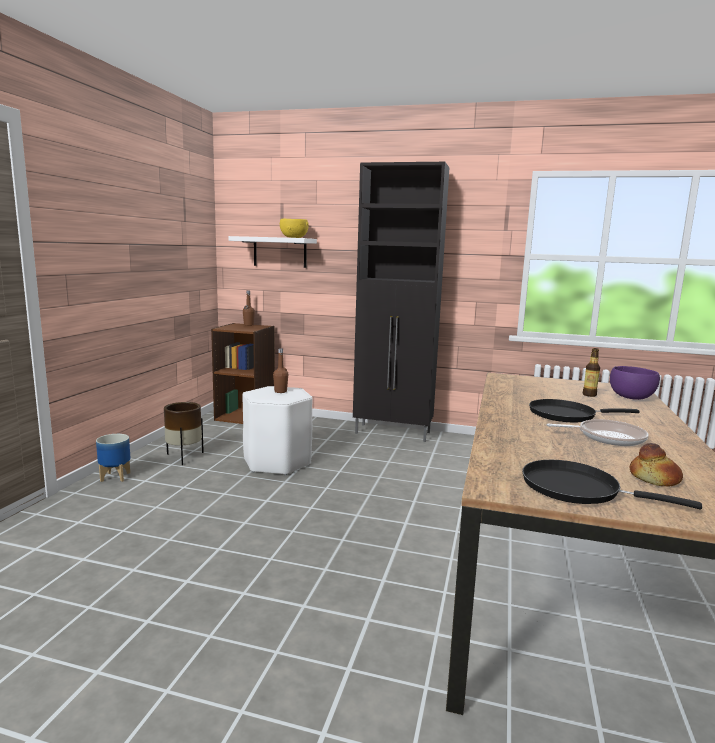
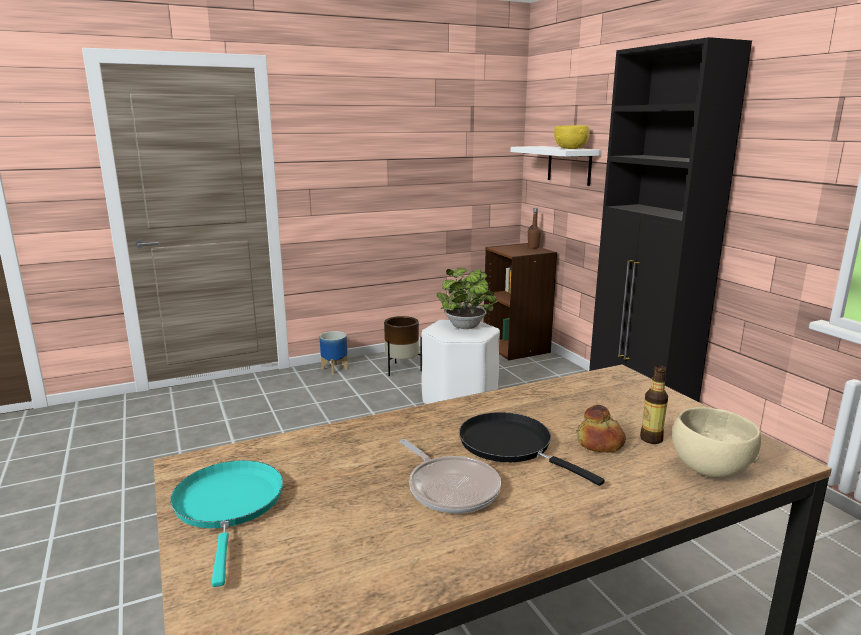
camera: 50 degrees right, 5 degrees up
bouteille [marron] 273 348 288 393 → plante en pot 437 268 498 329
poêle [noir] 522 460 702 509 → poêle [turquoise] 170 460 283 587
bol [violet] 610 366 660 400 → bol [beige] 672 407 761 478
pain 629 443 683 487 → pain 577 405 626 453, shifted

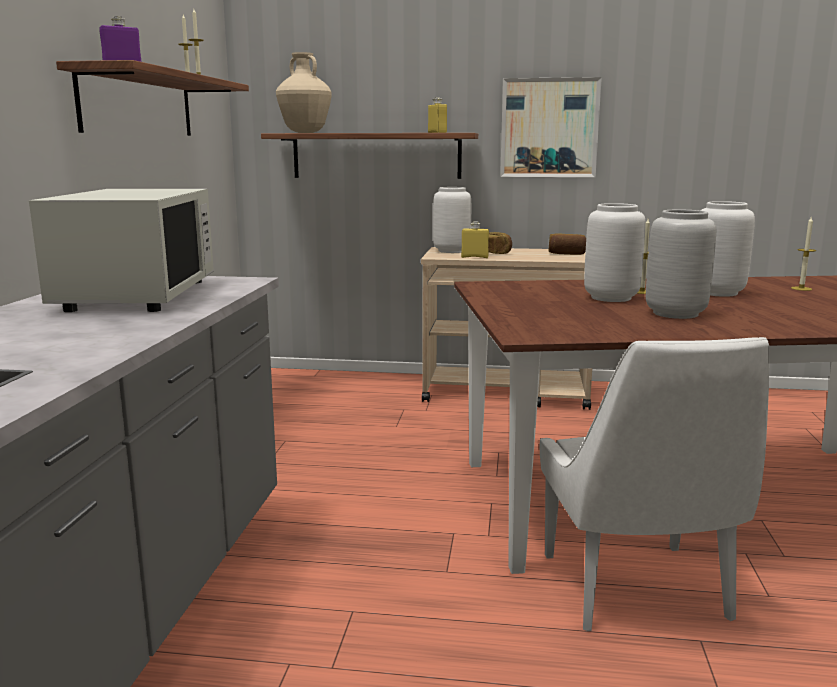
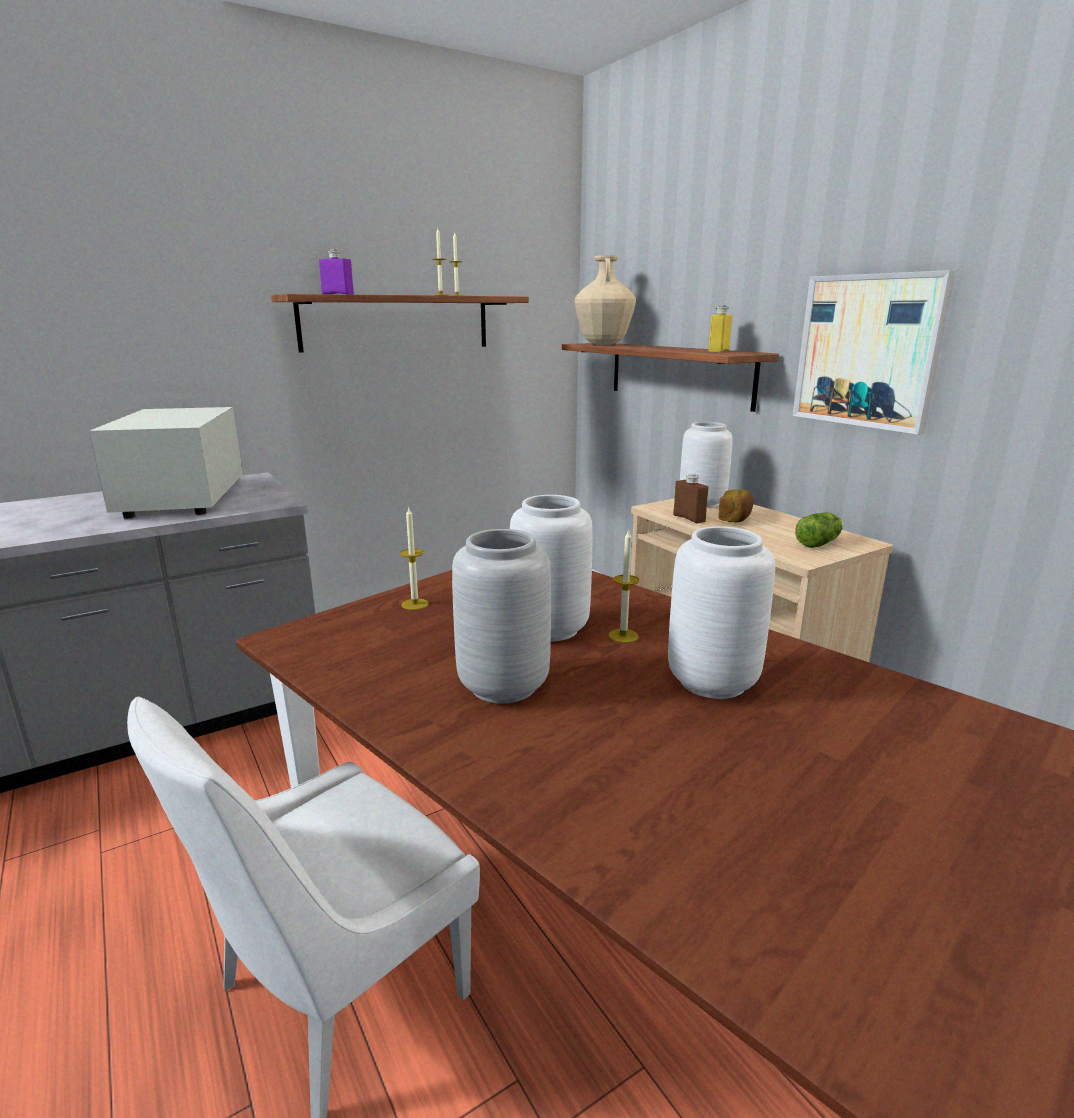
camera: 50 degrees right, 5 degrees up
micro-ondes [blanc] 29 189 214 312 → micro-ondes [blanc] 89 407 243 518, 120 degrees clockwise
bouteille [jaune] 461 221 489 258 → bouteille [marron] 673 473 708 523
pain 548 234 586 255 → laitue 795 513 843 548
bougie 791 216 816 291 → bougie 400 508 429 610, shifted

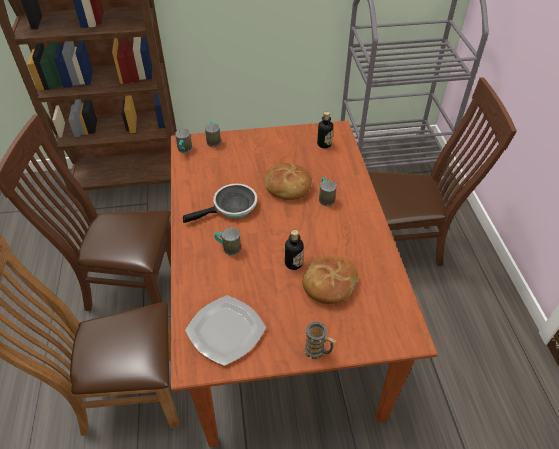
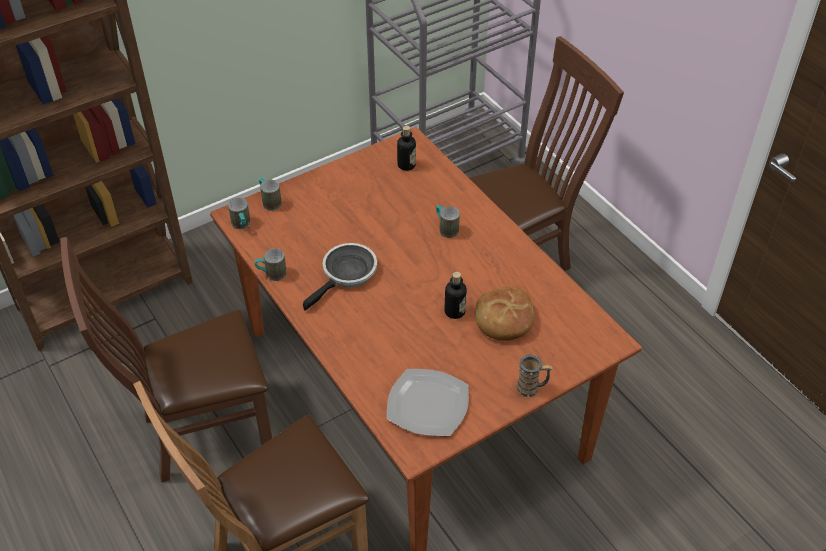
camera: 25 degrees left, 0 degrees up
mug 214 227 241 256 → mug 254 248 287 281, shifted
pain 265 163 312 200 → -

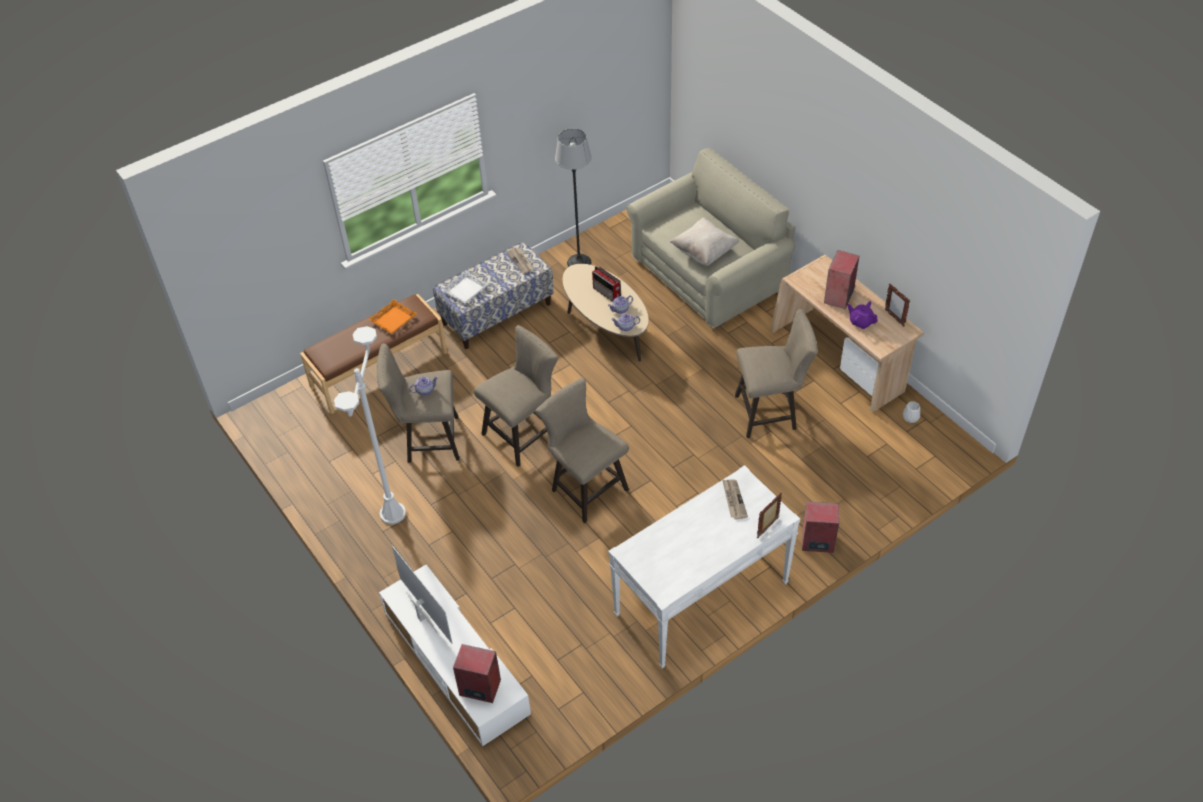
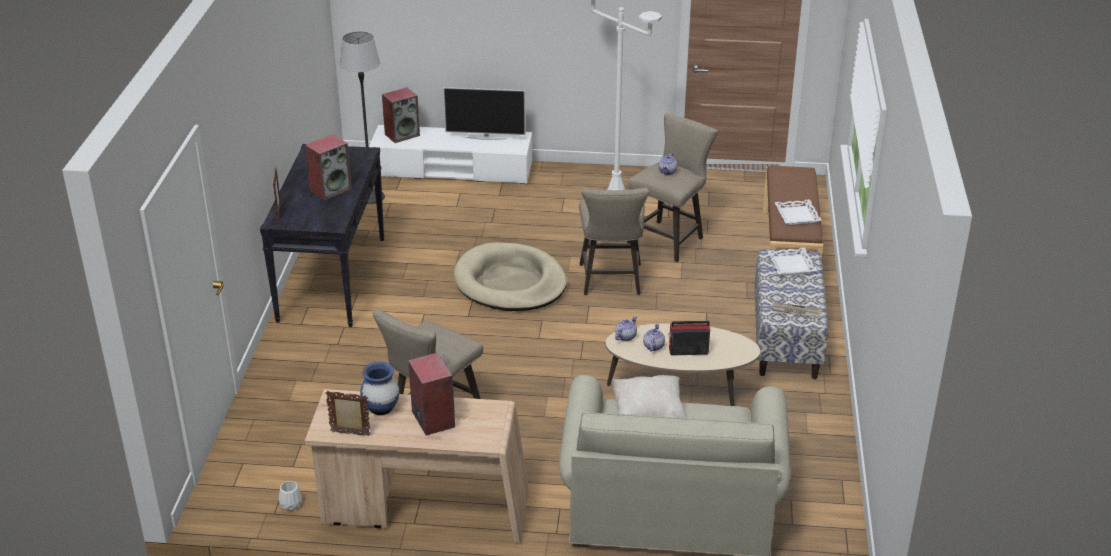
camera: 130 degrees right, 15 degrees down
plateau [orange] 369 299 417 334 → plateau [blanc] 774 199 822 225
tabouret [beige] 535 378 629 523 → panier pour chien [beige] 454 242 567 311
lampadaire 555 129 592 267 → lampadaire 340 31 385 204, shifted
table console [blanc] 608 465 800 668 → table console [noir] 260 144 385 327
journal 723 479 748 519 → -
enceinte 802 502 839 553 → enceinte 305 134 352 201, shifted
théière [violet] 847 302 878 329 → vase [bleu] 360 362 399 415

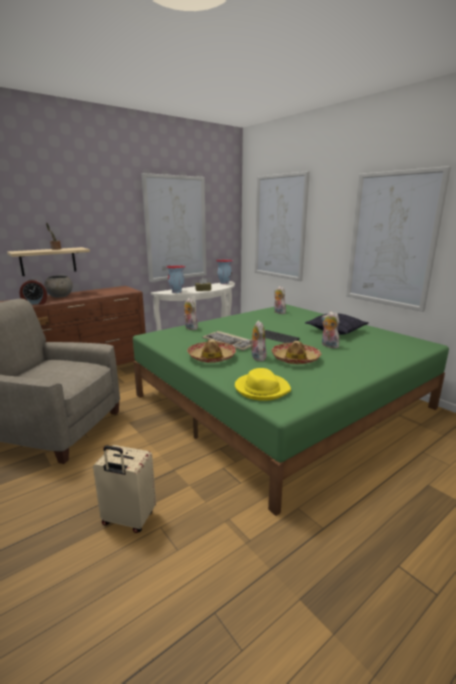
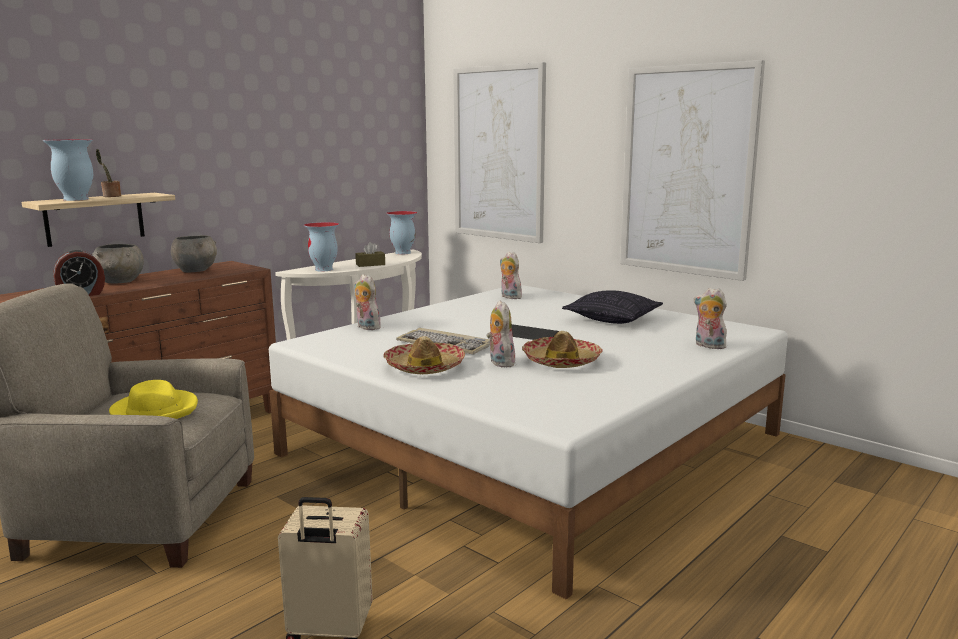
camera: 10 degrees left, 5 degrees down
lit [vert] 133 304 449 516 → lit [blanc] 269 285 788 599
tableau 141 173 206 282 → -
chapeau [jaune] 235 368 291 401 → chapeau [jaune] 109 380 198 419, shifted
peluche 321 311 339 349 → peluche 694 288 729 349, shifted
- → vase 42 139 93 201
- → bol [gris] 171 235 217 272

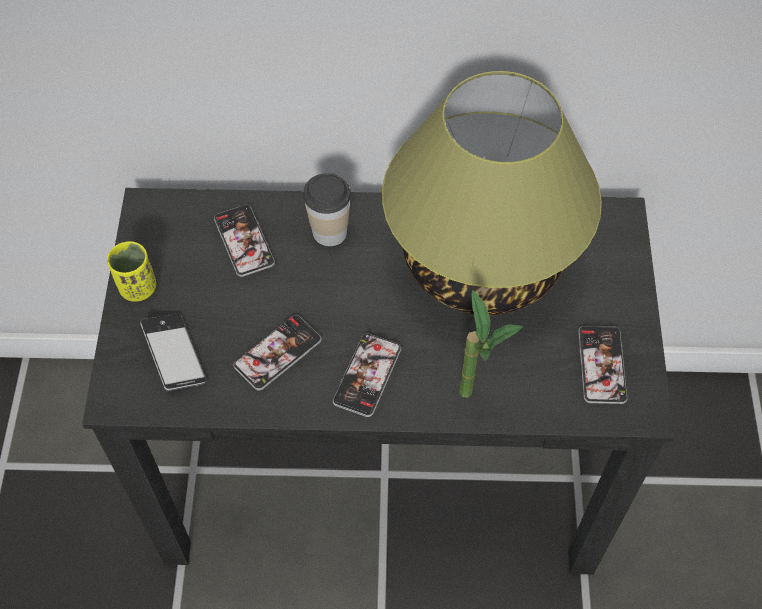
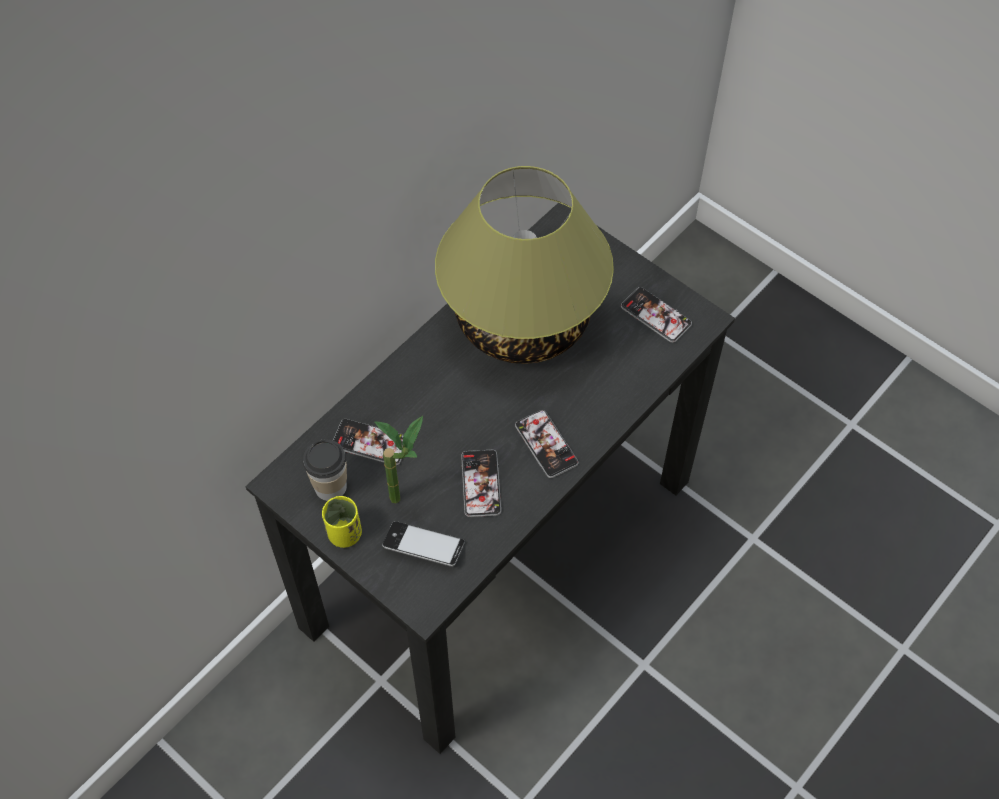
camera: 50 degrees left, 0 degrees up
tasse 303 173 351 246 → tasse 303 439 347 501, shifted
plante en pot 459 290 523 398 → plante en pot 374 416 423 504, shifted

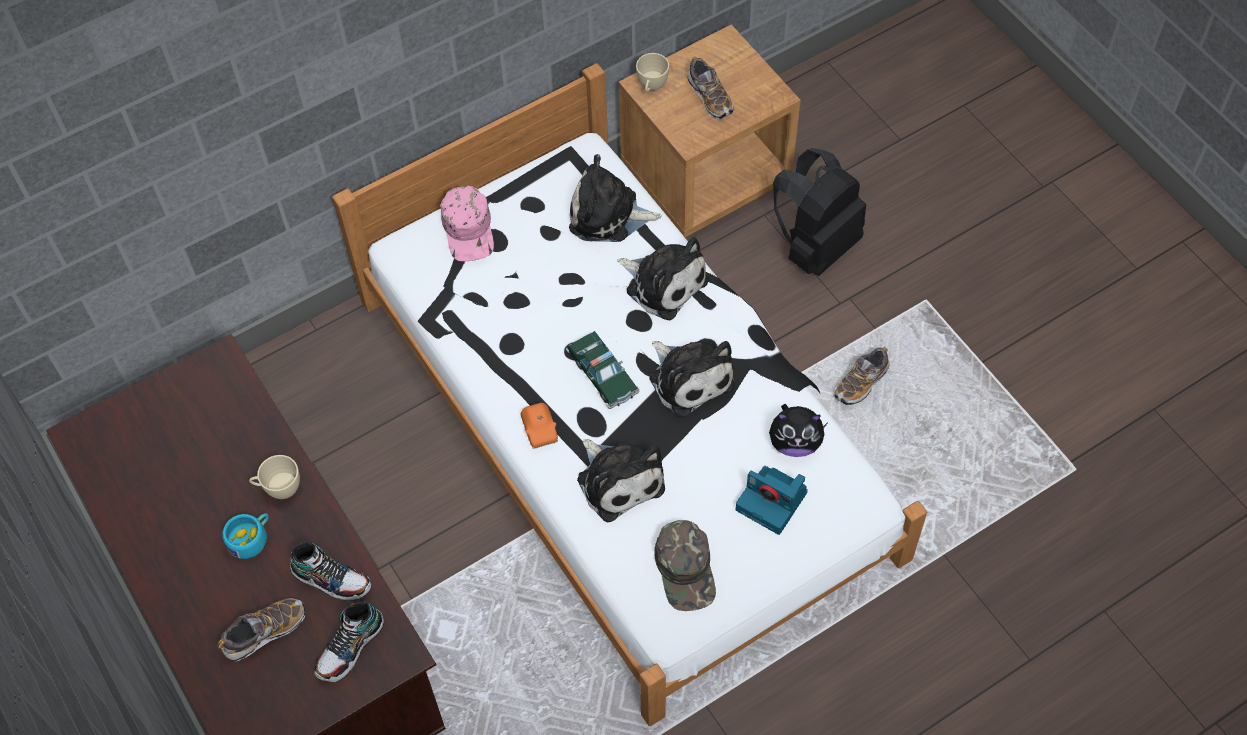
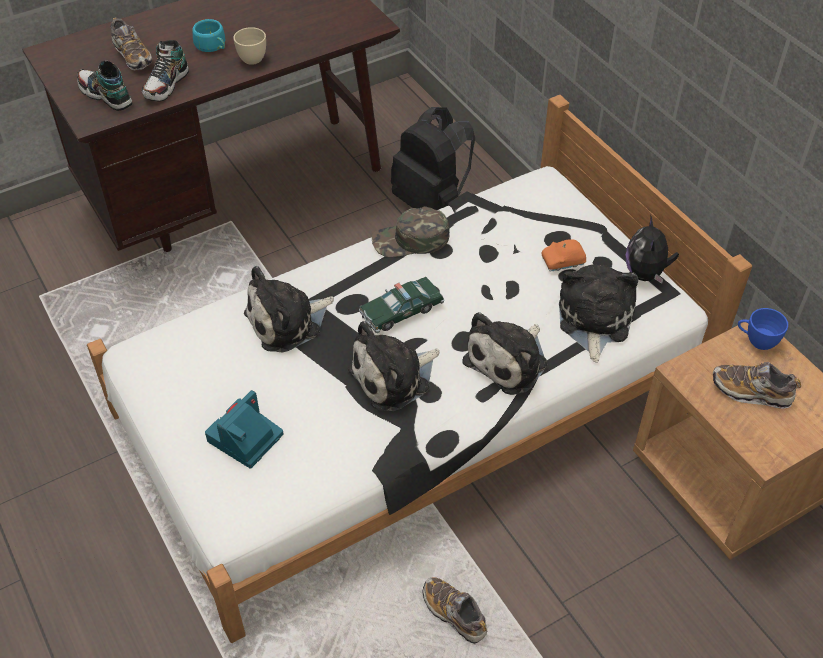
camera: 90 degrees right, 10 degrees down
casquette [rose] 440 186 494 261 → -
petite voiture [orange] 521 403 558 449 → petite voiture [orange] 541 239 586 272, shifted
tasse [beige] 636 53 669 93 → tasse [bleu] 738 308 788 350
casquette [vert] 654 520 716 611 → casquette [vert] 372 207 450 257, shifted
chaussure 687 57 734 119 → chaussure 713 362 801 409, 45 degrees clockwise
peluche 769 404 829 457 → peluche 626 215 679 284, shifted
sac à dos [noir] 773 148 866 276 → sac à dos [noir] 391 107 475 210, shifted

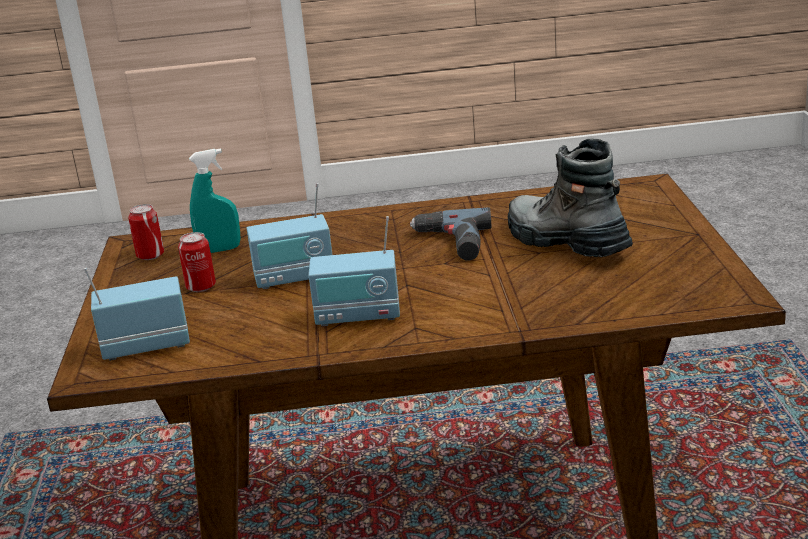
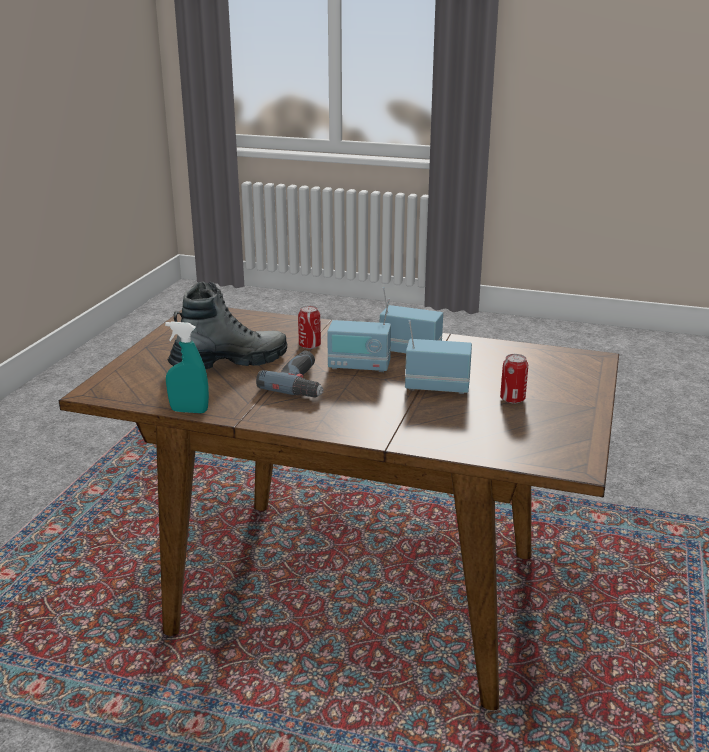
camera: 160 degrees left, 0 degrees up
radio 84 268 190 361 → radio 327 299 391 372, shifted
boîte métallique 128 204 164 260 → boîte métallique 298 305 321 349, shifted
vaporisateur [turquoise] 189 148 241 253 → vaporisateur [turquoise] 165 321 209 413, shifted
botte 508 139 633 257 → botte 167 282 287 369, 105 degrees counterclockwise

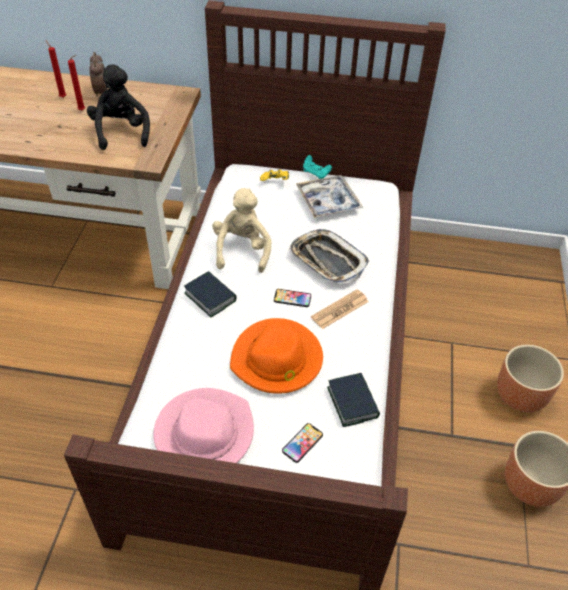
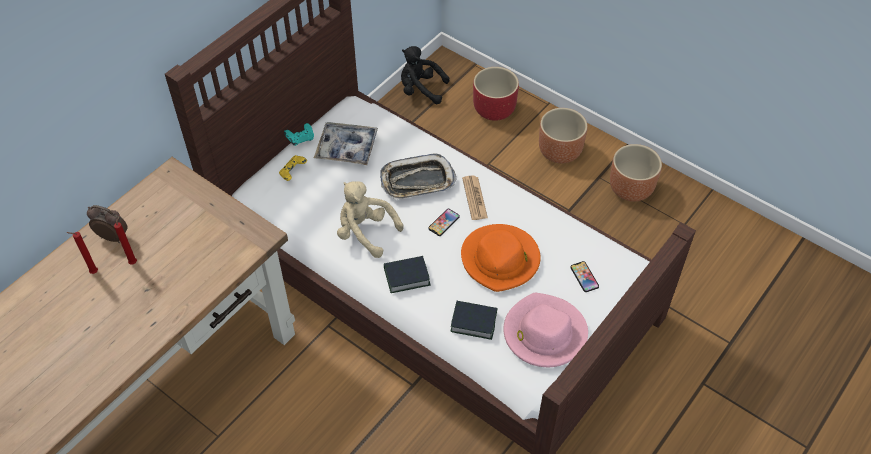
camera: 60 degrees left, 5 degrees up
peluche [noir] 87 64 150 150 → peluche [noir] 401 46 450 104, shifted
livre 327 373 380 427 → livre 450 301 497 340, shifted
- → cache-pot [rouge] 473 67 519 121

